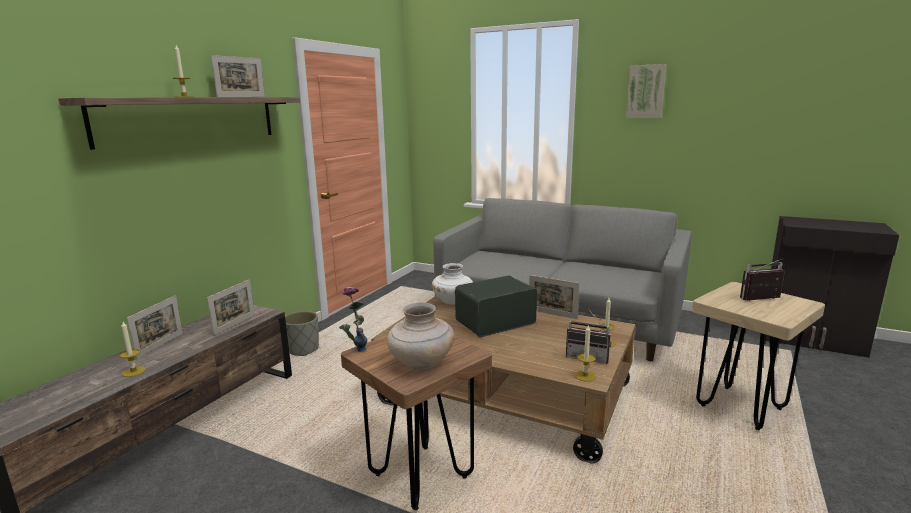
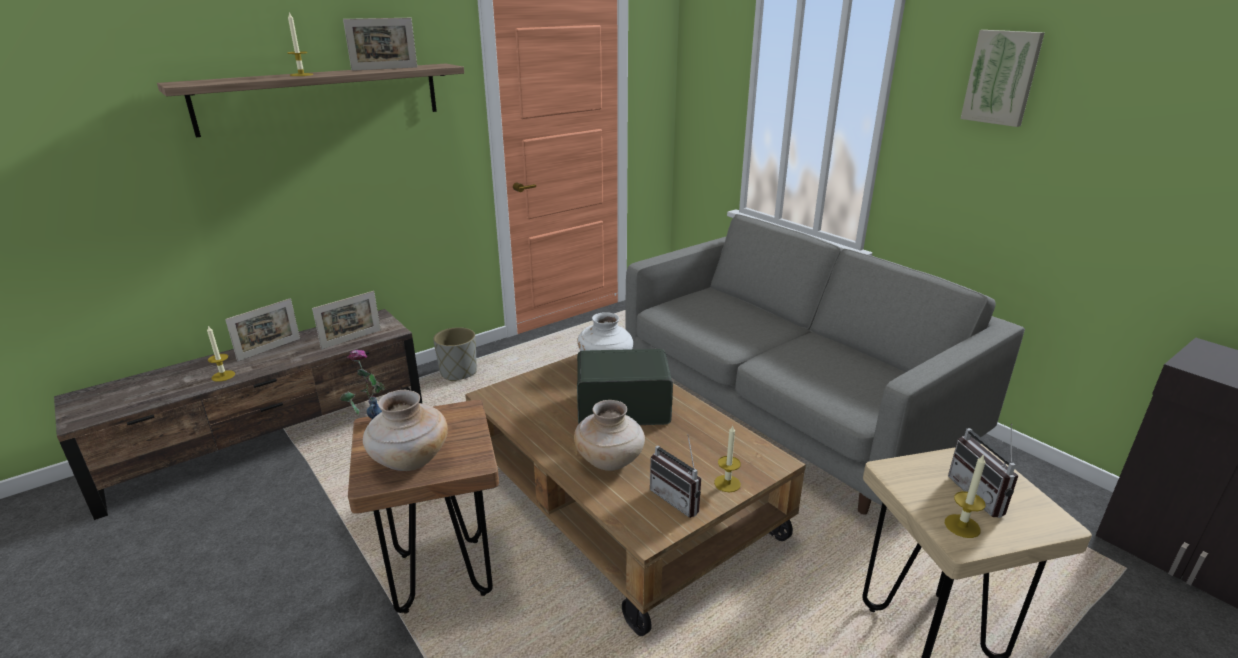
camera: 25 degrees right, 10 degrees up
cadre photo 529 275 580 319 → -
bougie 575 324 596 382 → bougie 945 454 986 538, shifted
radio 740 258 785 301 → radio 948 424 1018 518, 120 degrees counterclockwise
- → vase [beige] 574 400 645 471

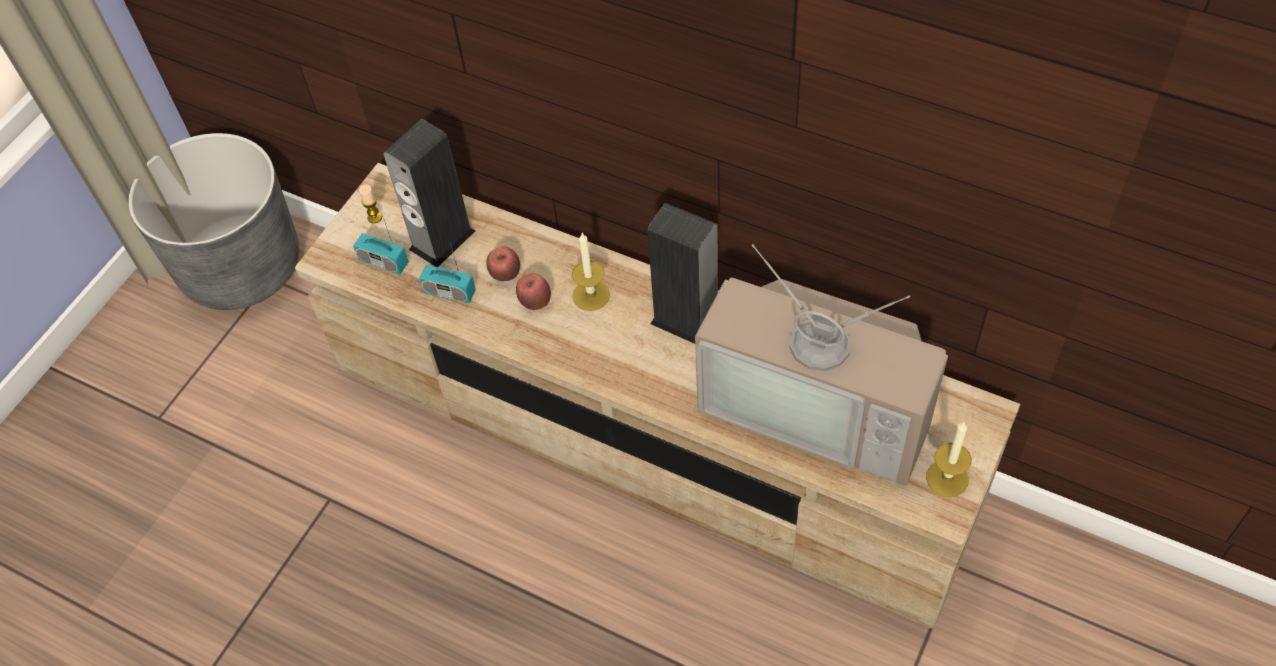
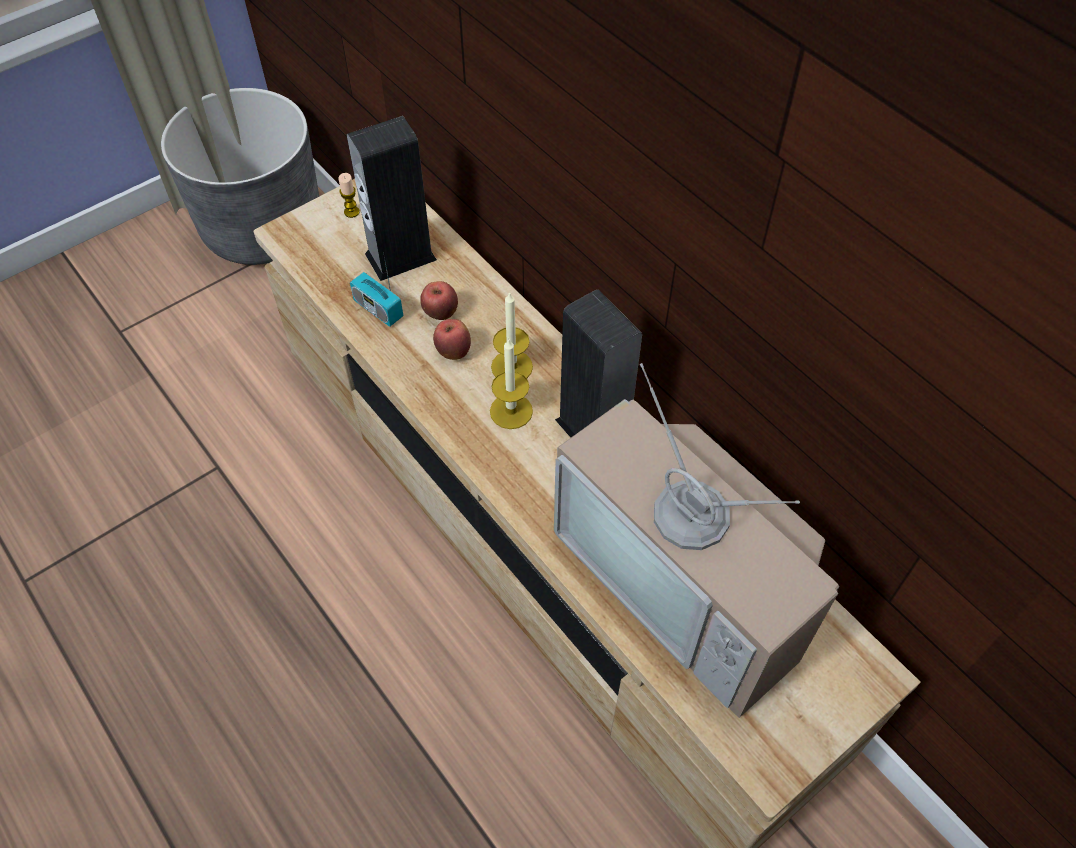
camera: 20 degrees right, 0 degrees up
radio 353 211 409 275 → -
bougie 926 422 972 497 → bougie 490 338 533 429, shifted

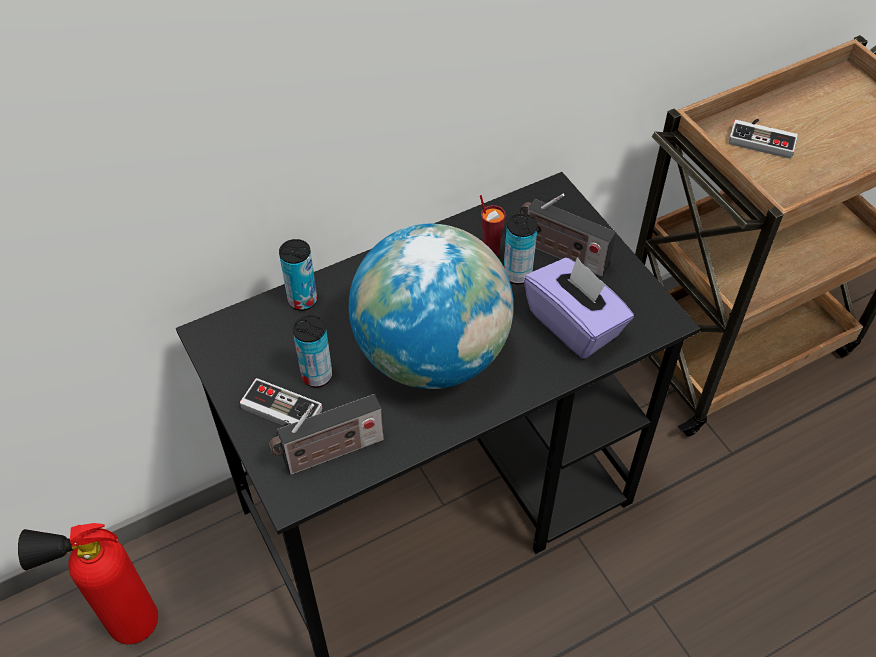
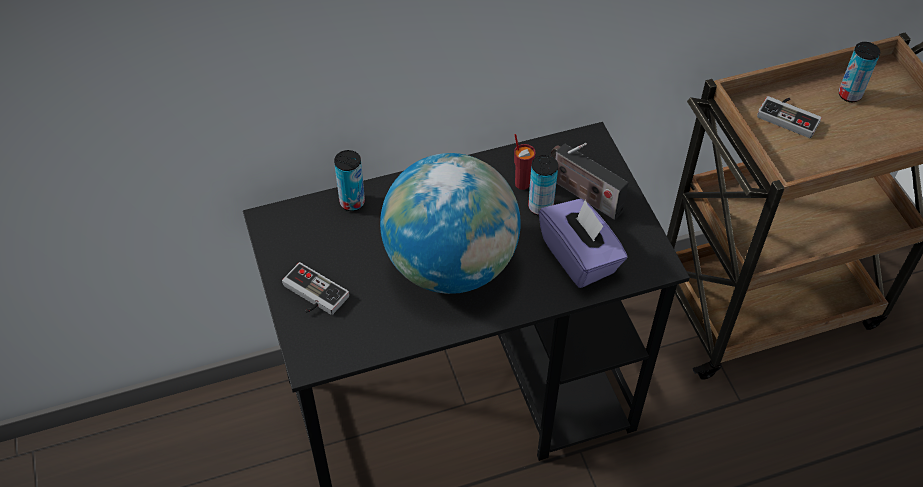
camera: 10 degrees right, 0 degrees up
extincteur 18 523 158 644 → -
radio 269 394 384 475 → -
boîte métallique 293 315 332 387 → boîte métallique 839 42 880 102, shifted

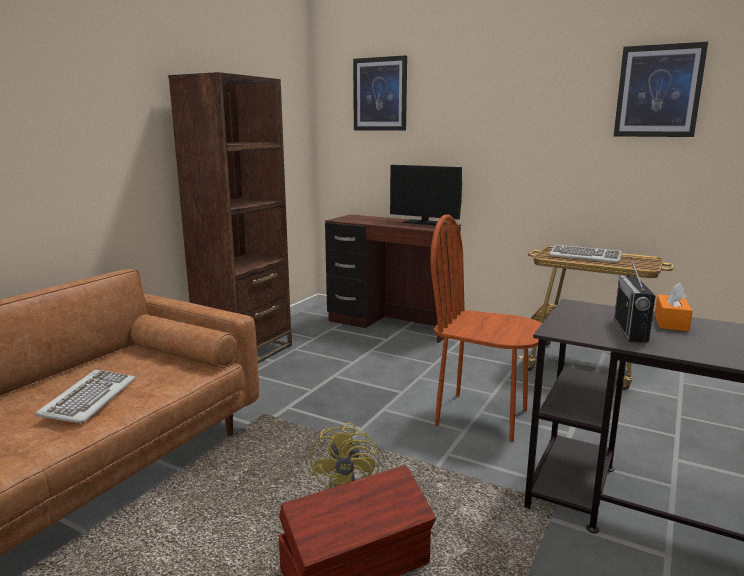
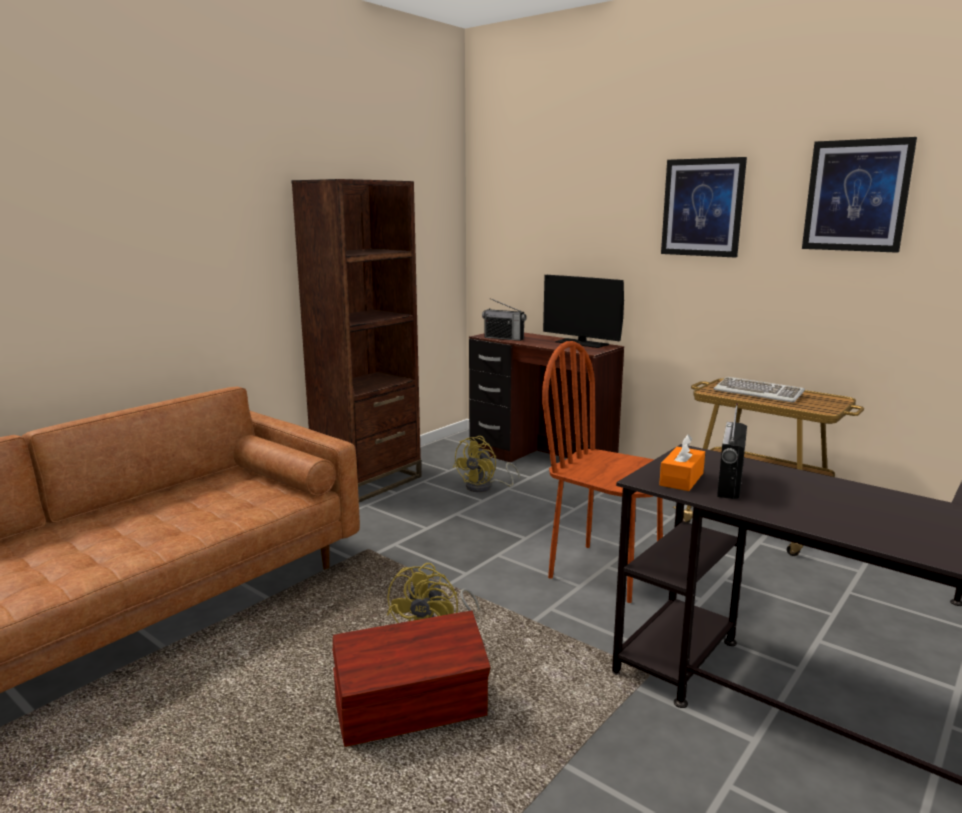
camera: 10 degrees right, 0 degrees up
clavier 35 370 135 423 → -
tableau 353 55 407 131 → tableau 661 157 747 258, shifted
boîte à mouchoirs [orange] 655 282 693 331 → boîte à mouchoirs [orange] 659 434 705 491, shifted
- → ventilateur [jaune] 453 436 520 492
- → radio 482 298 526 341

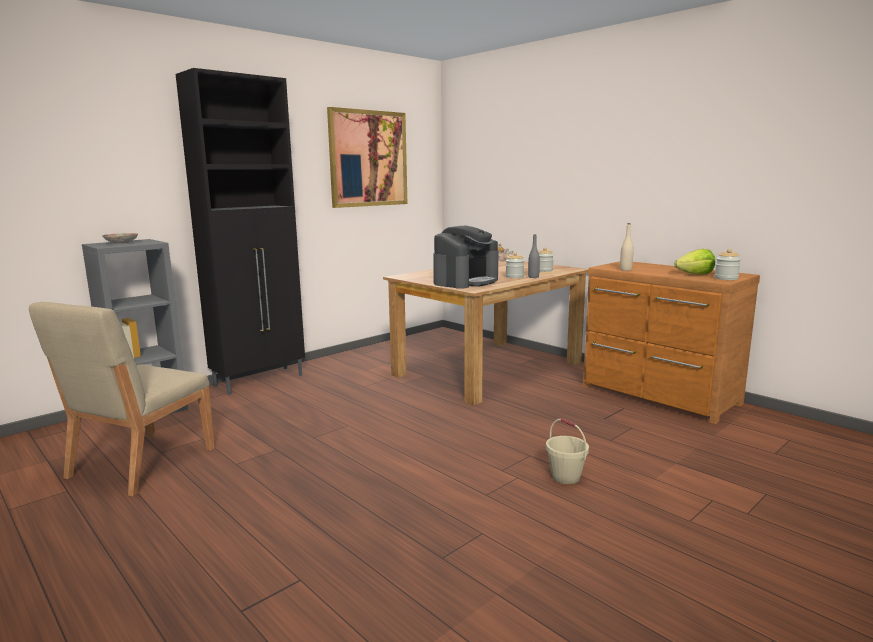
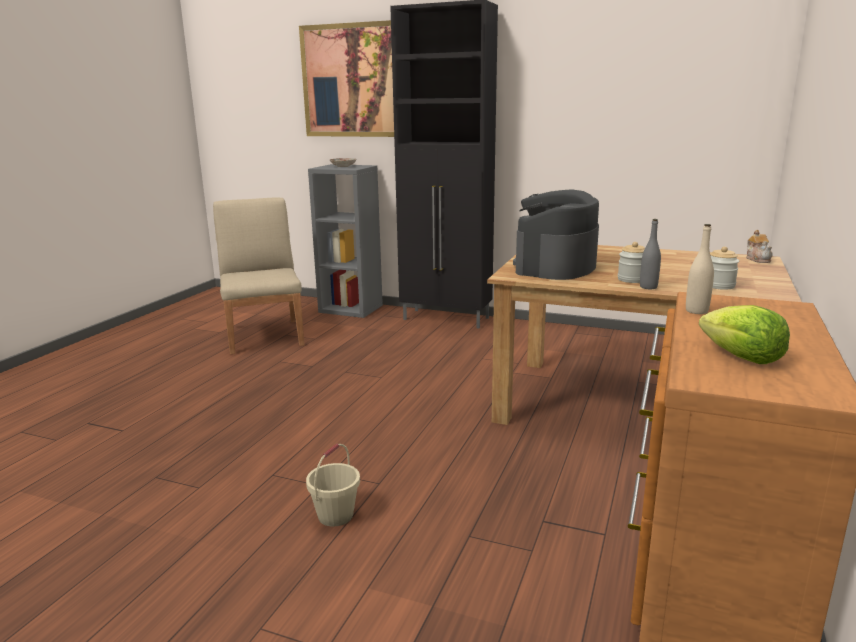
camera: 65 degrees right, 5 degrees up
chaise [beige] 29 302 215 497 → chaise [beige] 213 198 304 354, 75 degrees clockwise
tableau 327 107 407 208 → tableau 299 20 394 137, shifted
machine à café 433 226 498 289 → machine à café 513 189 599 280, 105 degrees clockwise
bocal 714 249 741 280 → -

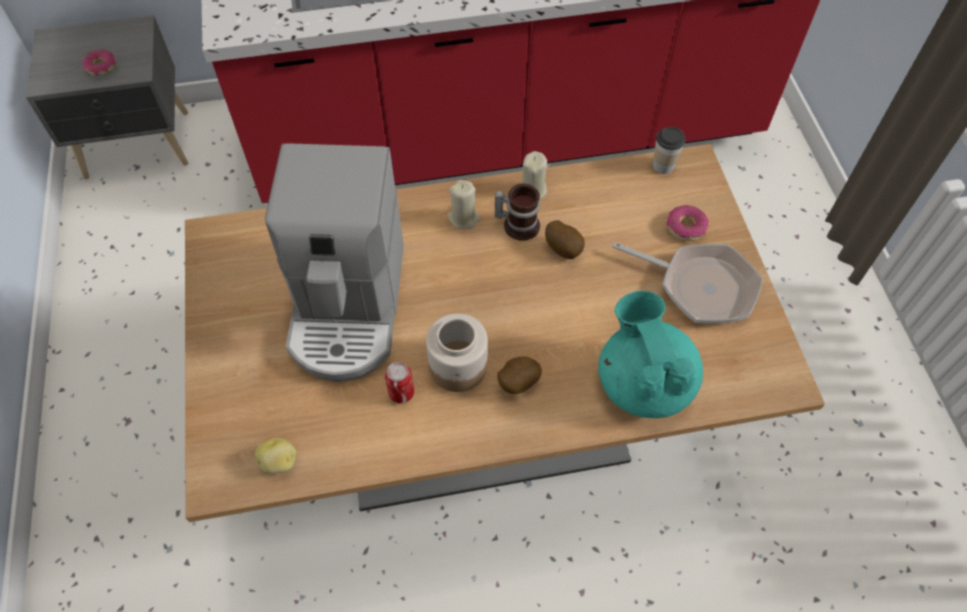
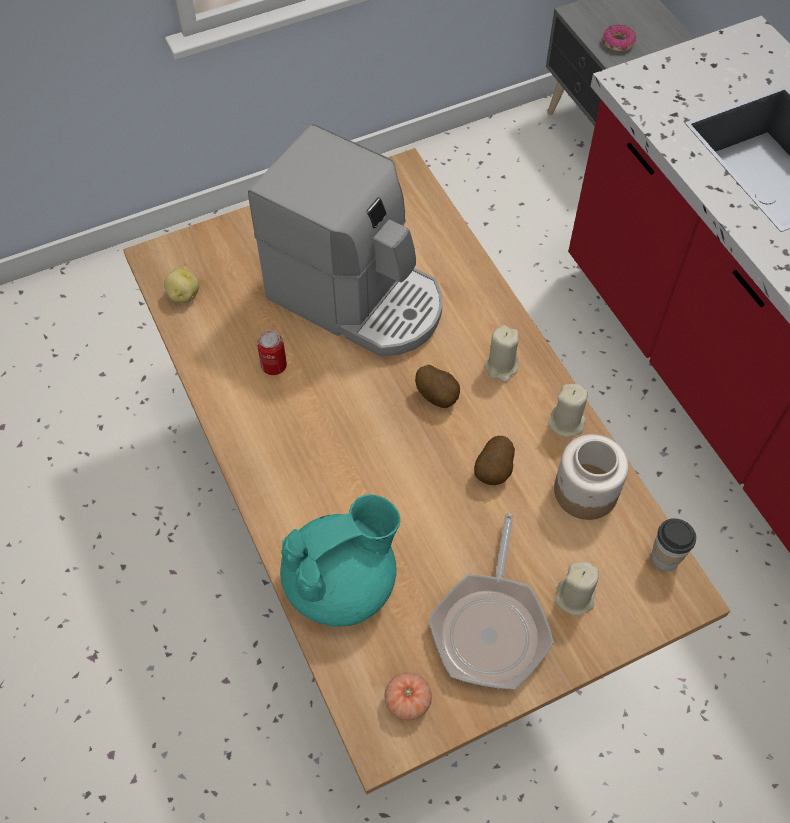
camera: 75 degrees right, 0 degrees up
machine à café 265 143 404 382 → machine à café 248 124 442 357, 135 degrees counterclockwise
bocal 426 313 488 392 → bocal 554 434 629 520, shifted
mug 495 183 540 241 → -
pomme de terre 497 356 542 394 → pomme de terre 415 365 460 408, shifted
beignet 667 205 709 241 → bougie [beige] 555 562 599 615
- → tomate 384 672 432 721

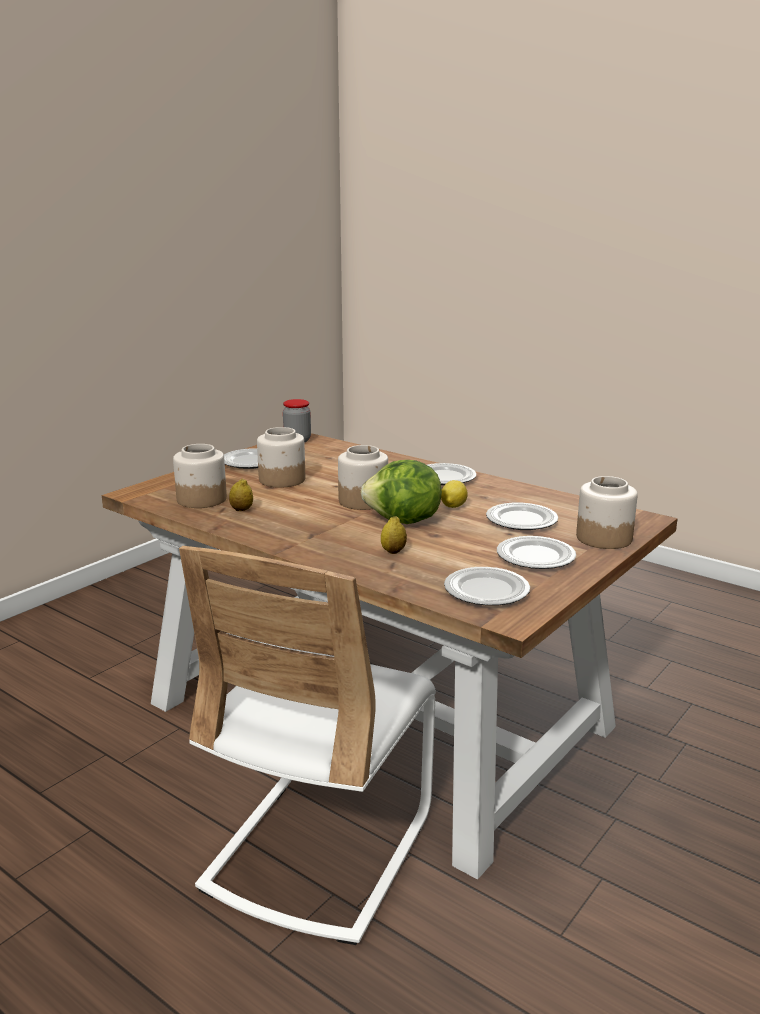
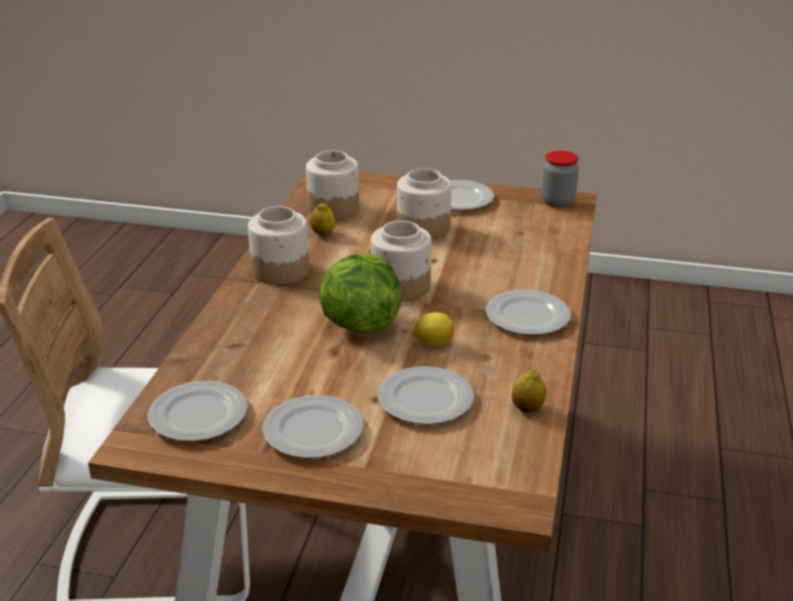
camera: 65 degrees right, 10 degrees up
citron 381 516 407 554 → citron 511 369 546 412, shifted
bocal 576 476 638 549 → bocal 248 206 309 285, shifted

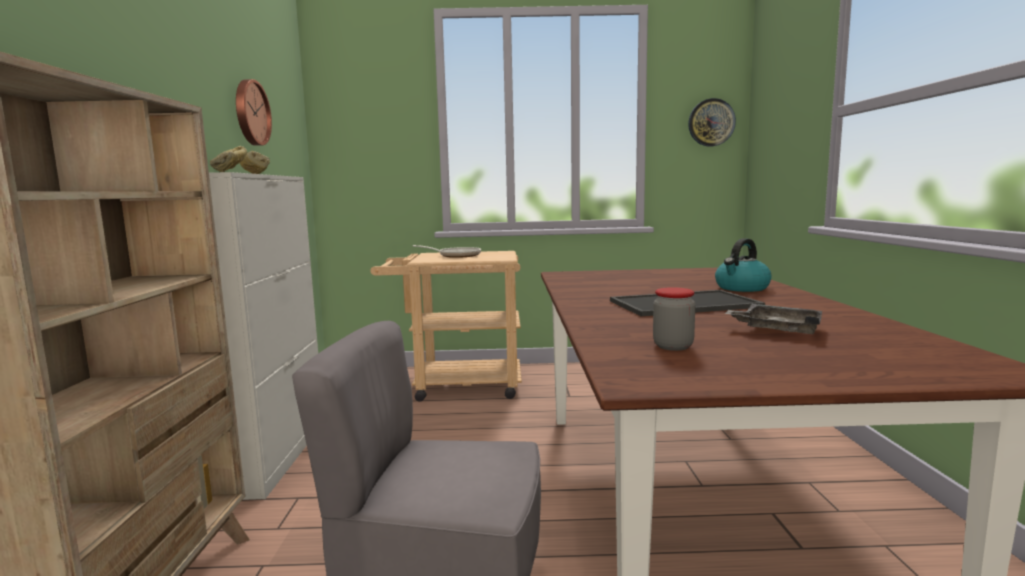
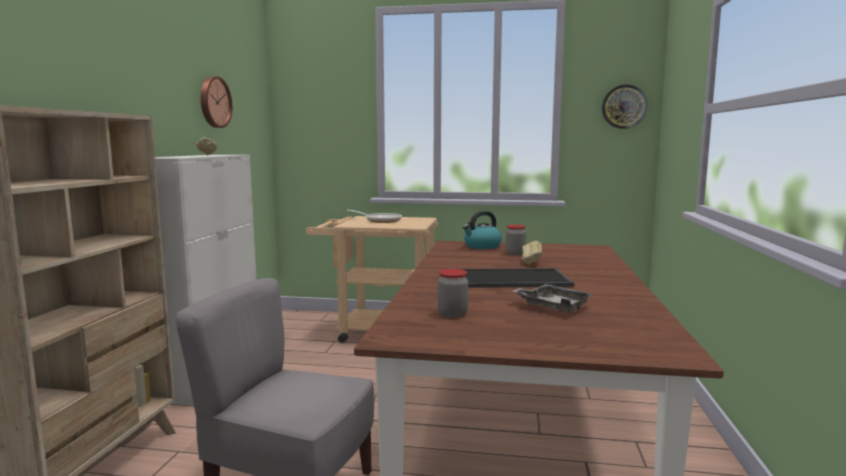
camera: 10 degrees right, 0 degrees up
pain 210 146 247 172 → pain 522 241 542 265, shifted
bouilloire 715 238 772 292 → bouilloire 463 211 502 249, shifted
- → bocal 506 225 526 255

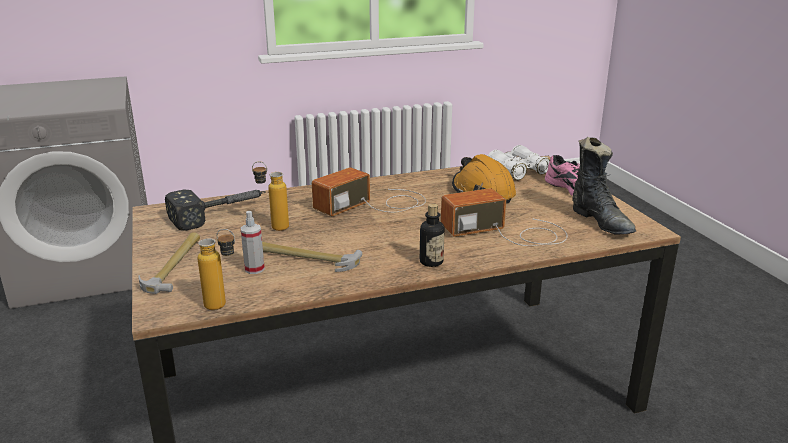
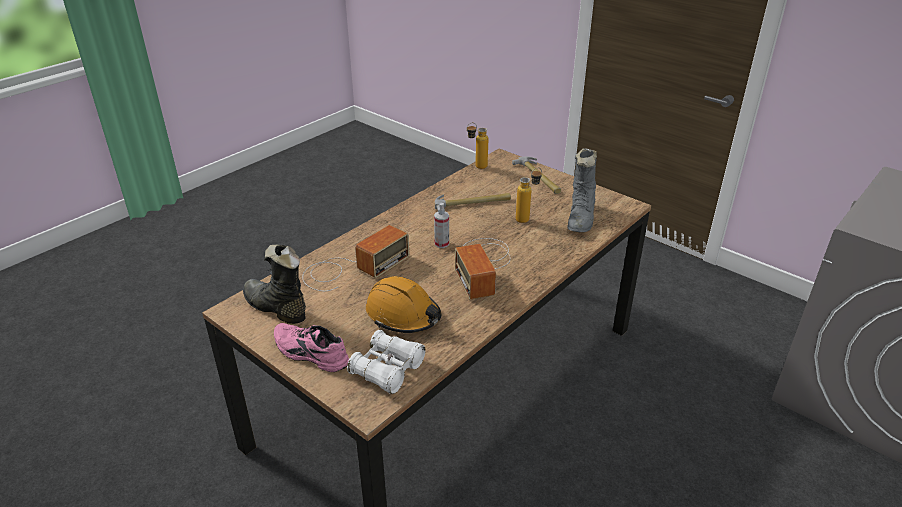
camera: 150 degrees right, 10 degrees up
marteau 165 189 266 231 → botte [gris] 568 148 597 232
vaporisateur 241 211 265 274 → vaporisateur 434 203 449 248, shifted
radio 312 167 426 216 → radio 455 238 510 300, 150 degrees clockwise
bouteille 420 203 445 267 → -

